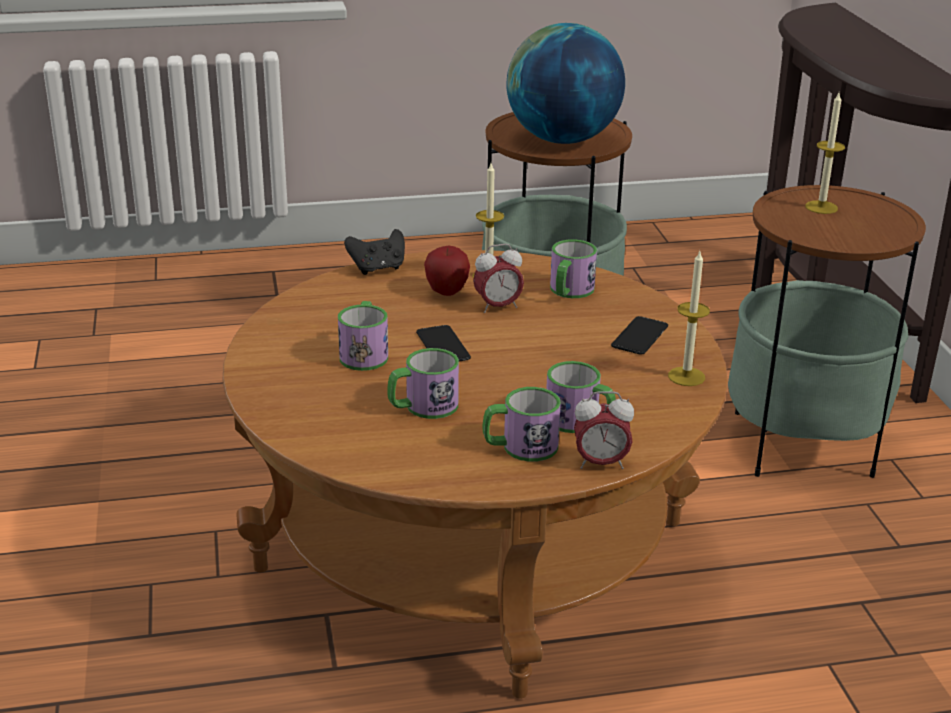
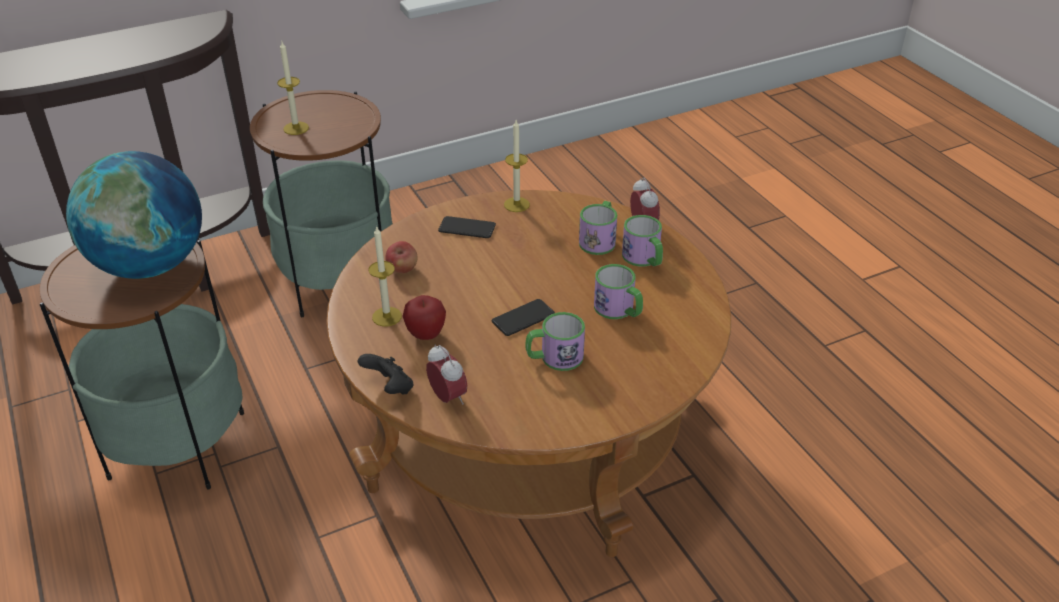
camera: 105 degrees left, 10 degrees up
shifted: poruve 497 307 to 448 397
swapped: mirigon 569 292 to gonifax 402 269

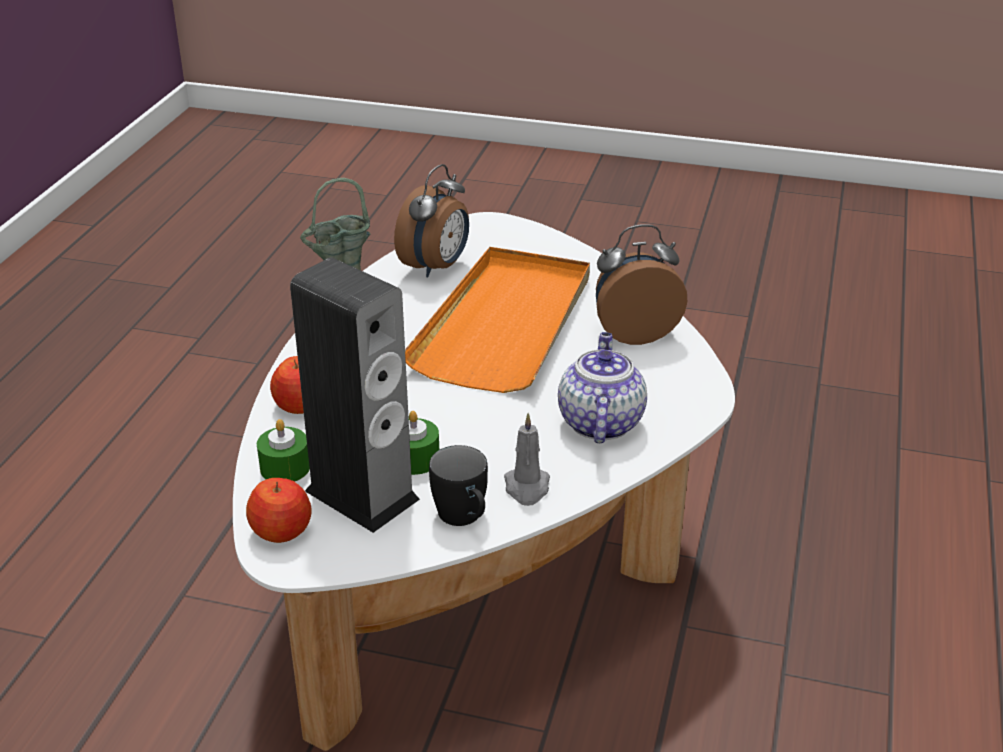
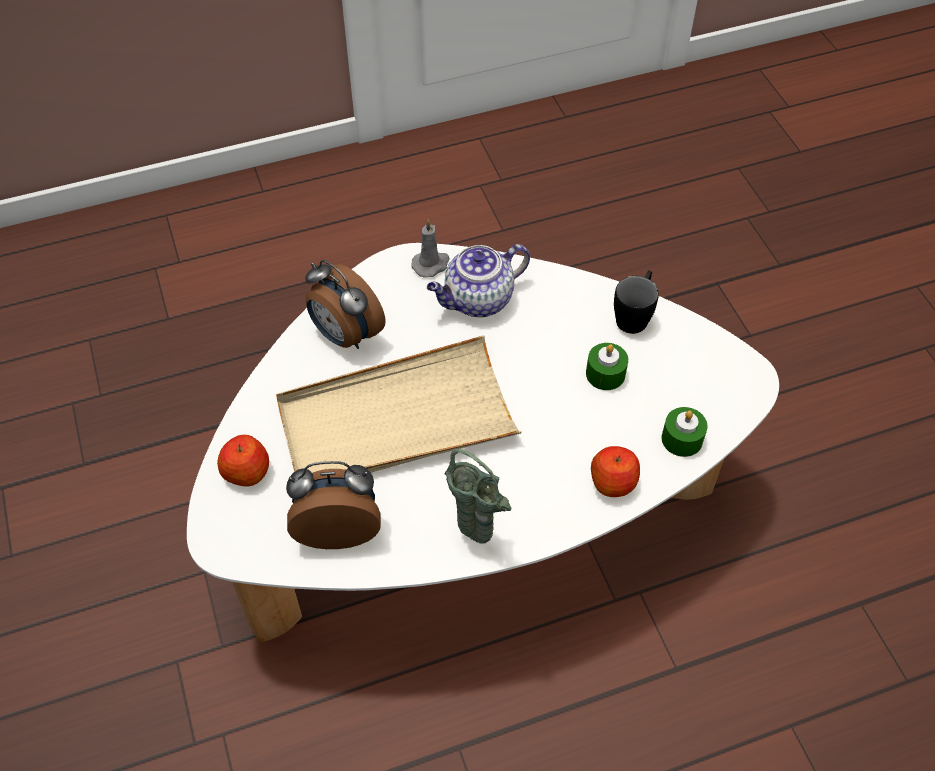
camera: 125 degrees left, 20 degrees up
gone: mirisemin 362 495
shifted: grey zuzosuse 527 488 to 431 264; gonifax 282 530 to 246 472
repainted: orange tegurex 505 324 to beige tegurex 396 420

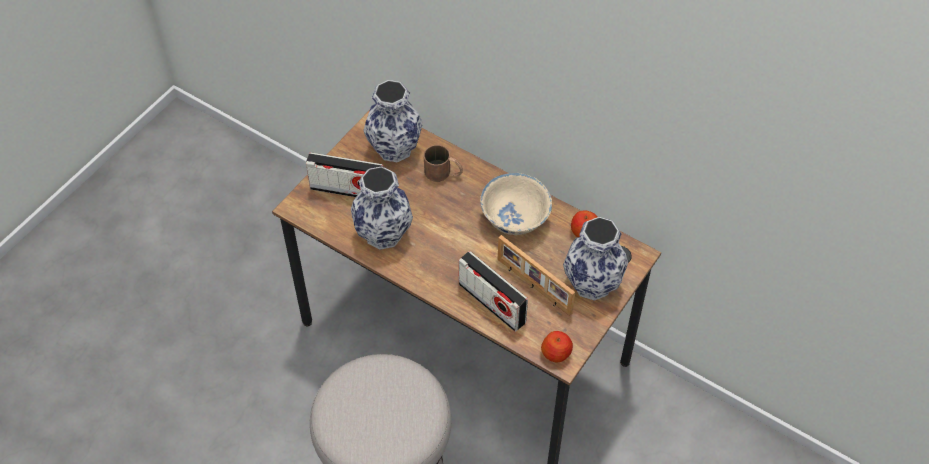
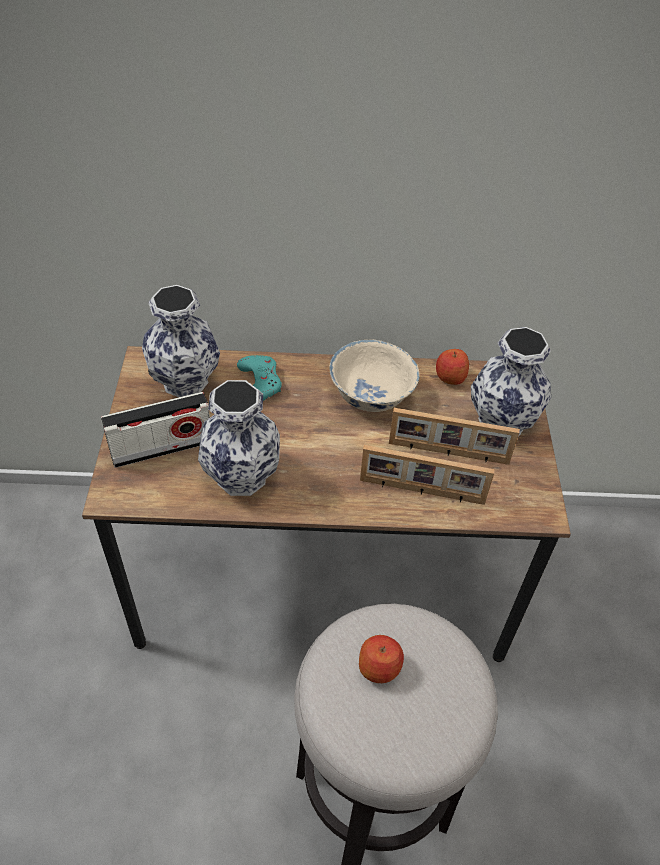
camera: 35 degrees left, 5 degrees down
shifted: gonifax 556 353 to 379 667
swapped: brown mirigon 443 173 to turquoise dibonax 259 383; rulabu 492 303 to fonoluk 421 492

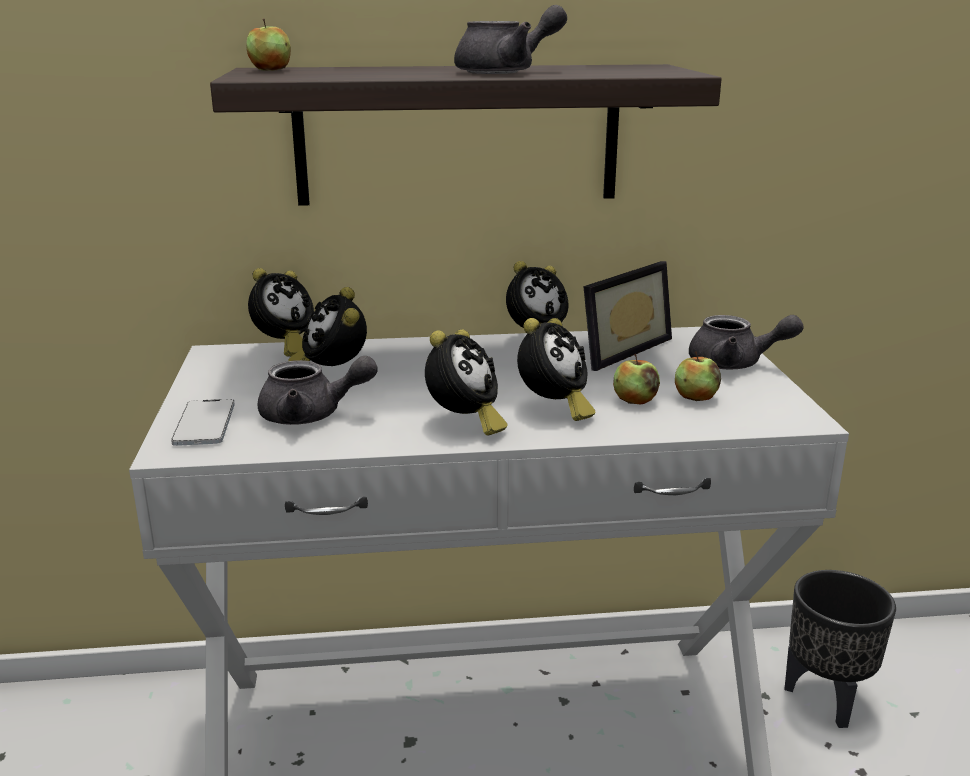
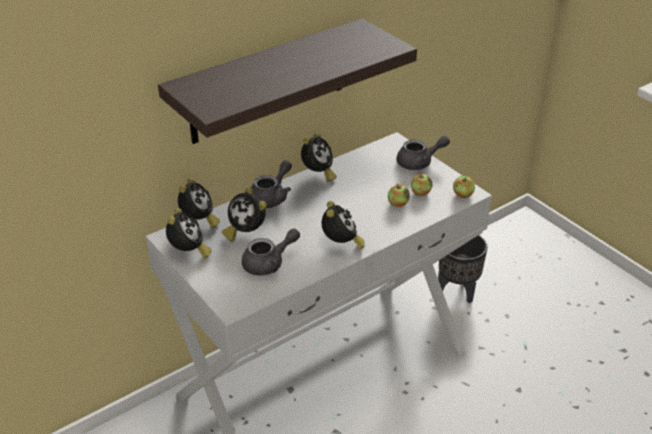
camera: 30 degrees left, 15 degrees up
gone: fonoluk 616 349; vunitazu 204 424
shifted: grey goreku 506 72 to 272 197; gonifax 270 70 to 462 194; poruve 553 409 to 188 252

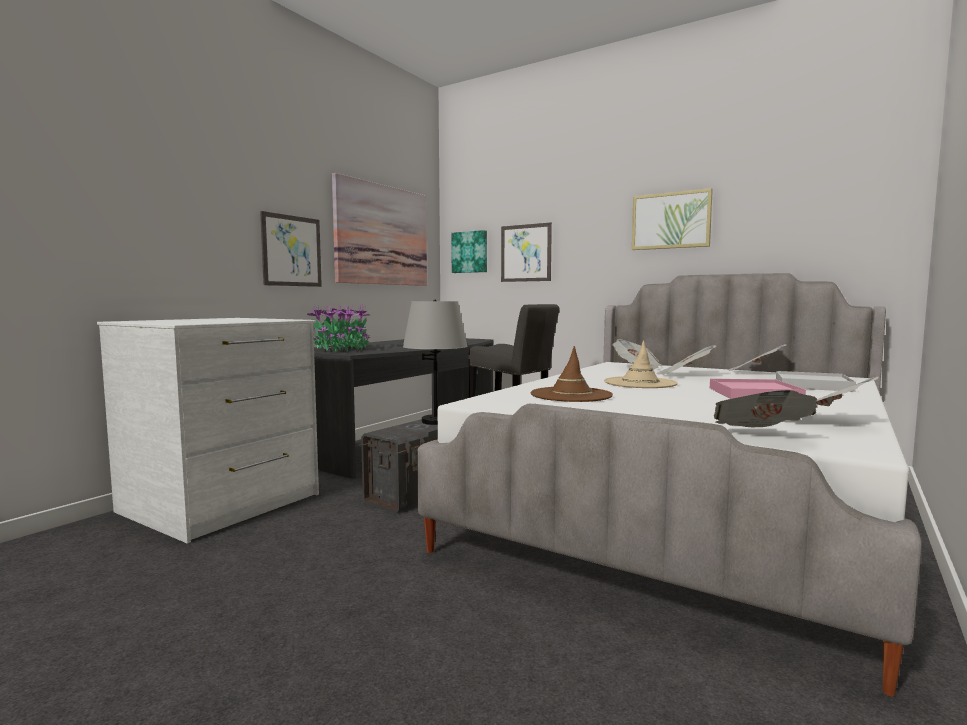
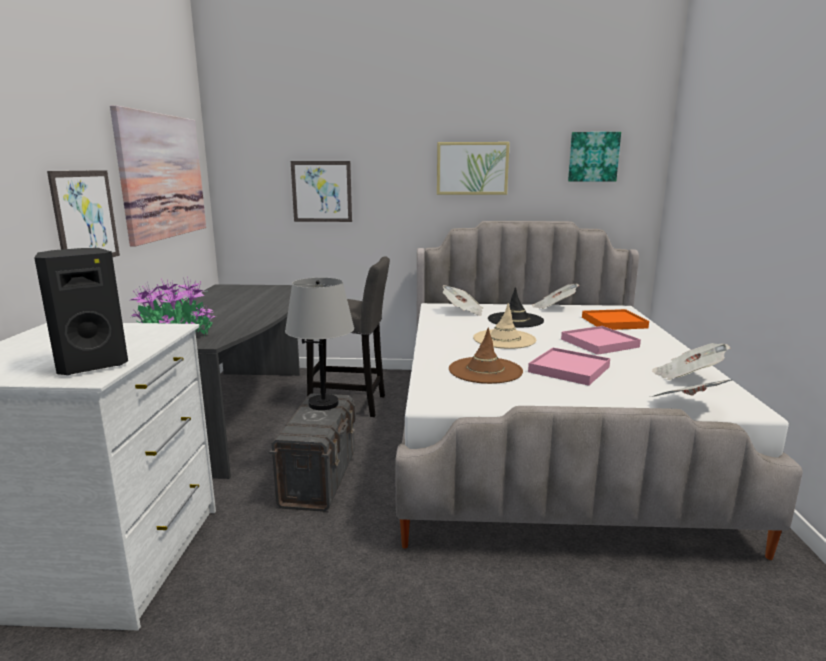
camera: 30 degrees left, 10 degrees up
new: black mirisemin 91 365; pink tegurex 569 369
shifted: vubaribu 470 252 to 593 157
swapped: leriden 684 375 to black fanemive 515 320
repainted: white tegurex 813 385 to orange tegurex 614 322

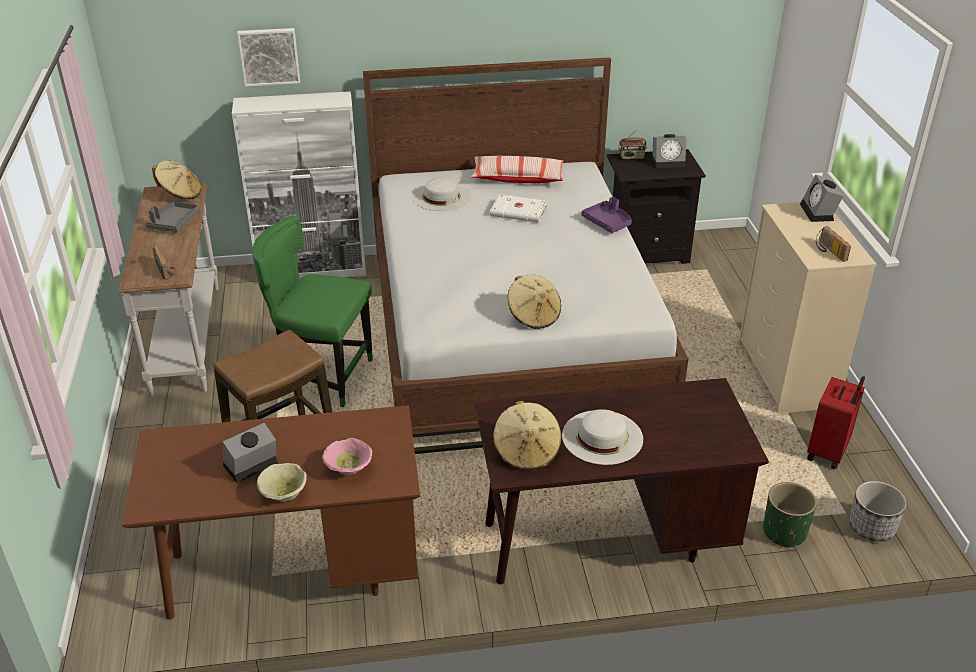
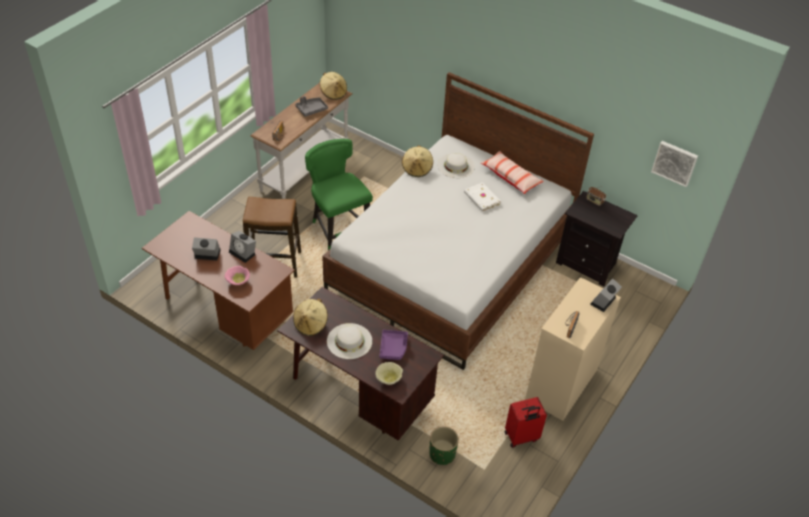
camera: 40 degrees right, 10 degrees up
gone: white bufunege 313 270; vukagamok 872 527
shifted: vubaribu 269 56 to 675 162; poruve 668 162 to 243 253; purple tegurex 607 222 to 393 348; beige fanemive 534 316 to 417 169; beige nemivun 284 493 to 389 378

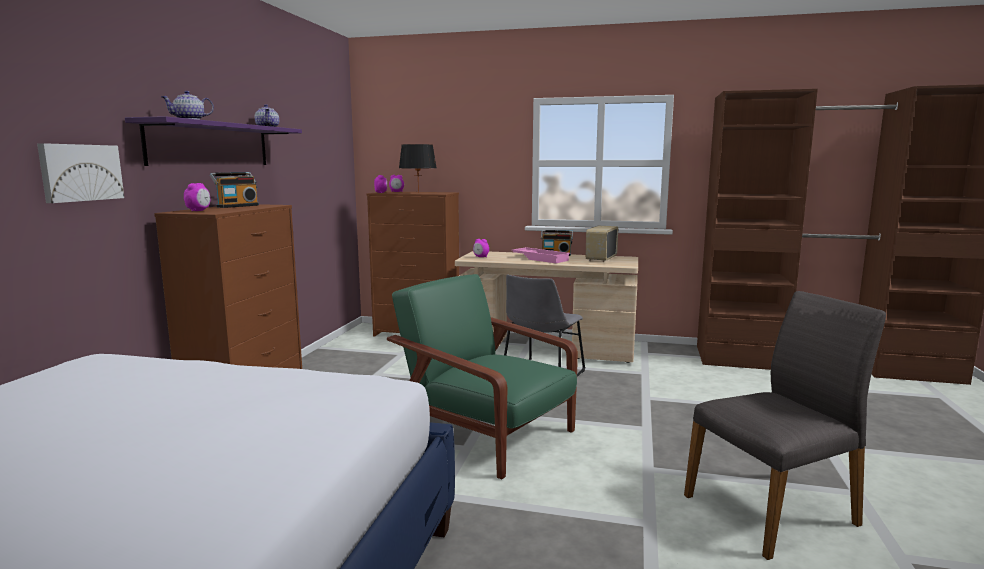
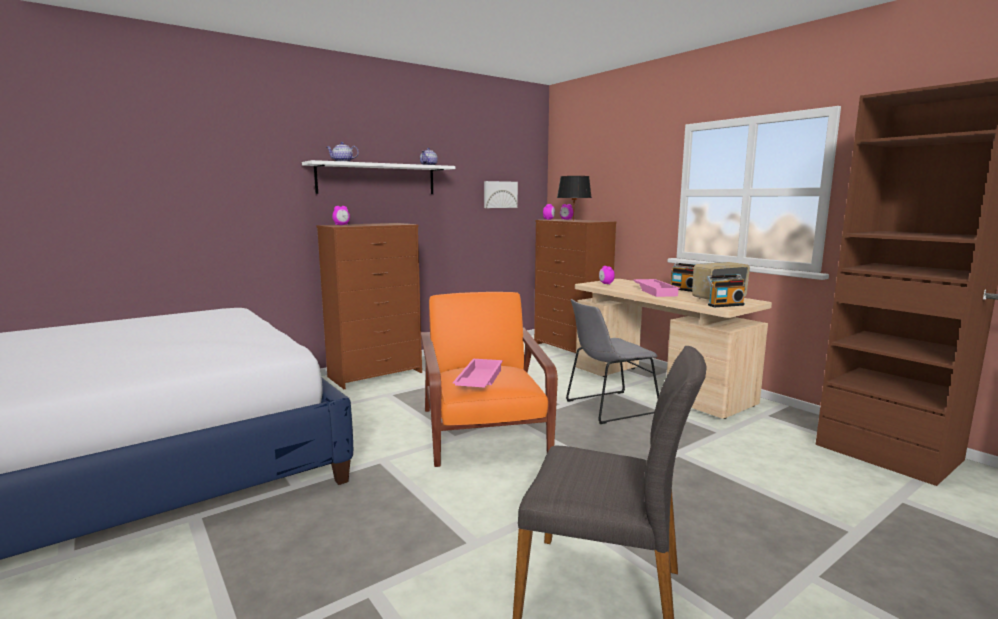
camera: 40 degrees right, 0 degrees up
new: pink tegurex 478 380
shifted: vubaribu 80 172 to 500 194; rulabu 237 206 to 724 305
repainted: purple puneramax 211 145 to white puneramax 377 179; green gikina 484 433 to orange gikina 483 433

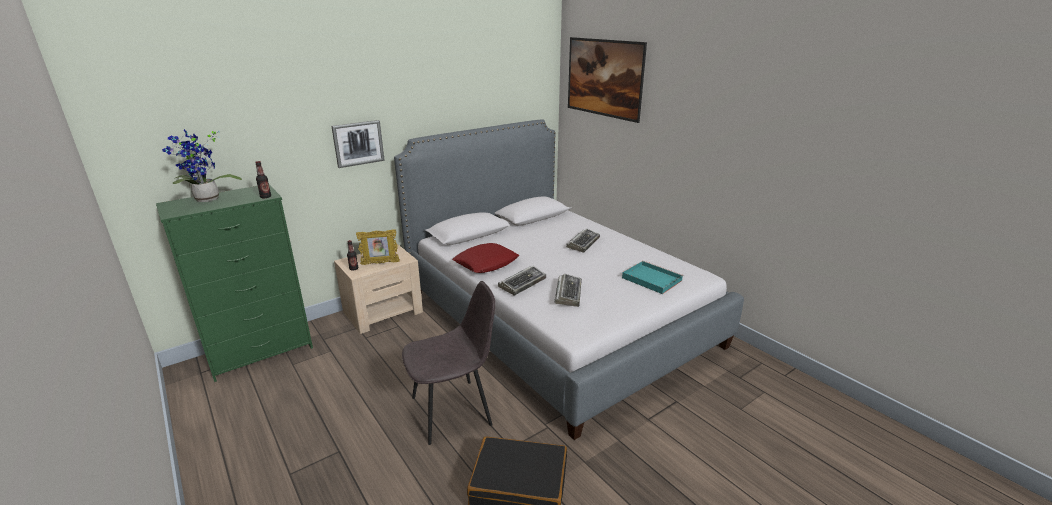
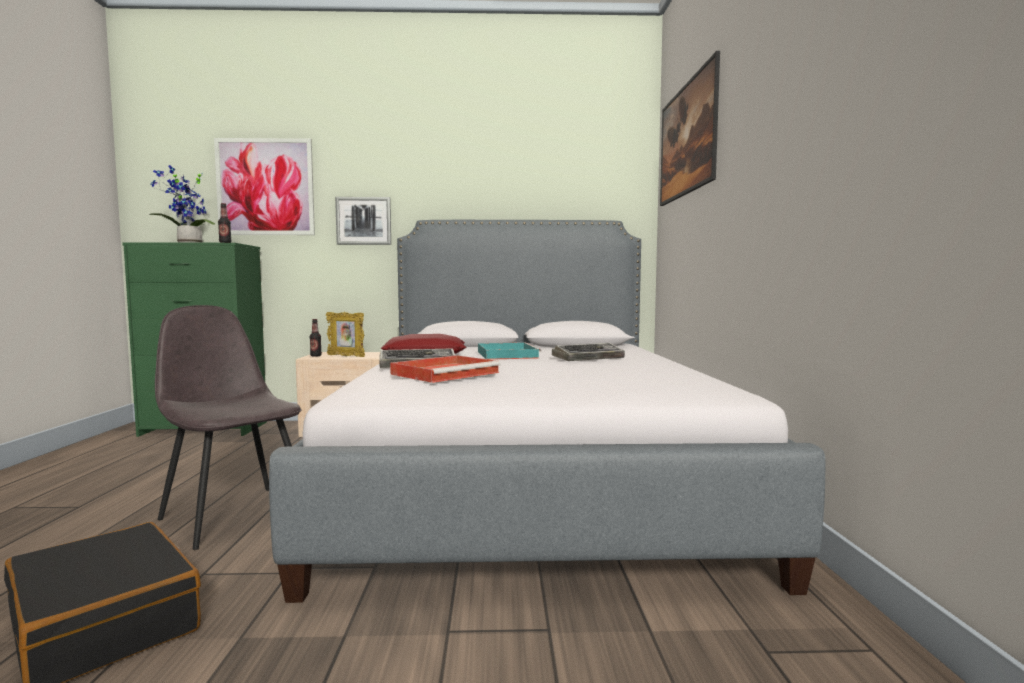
camera: 35 degrees right, 20 degrees down
new: vubaribu 265 187
shifted: turquoise tegurex 650 279 to 506 354
swapped: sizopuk 568 293 to red tegurex 446 373
rotated: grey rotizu 453 410 = 235 514 150 degrees counterclockwise

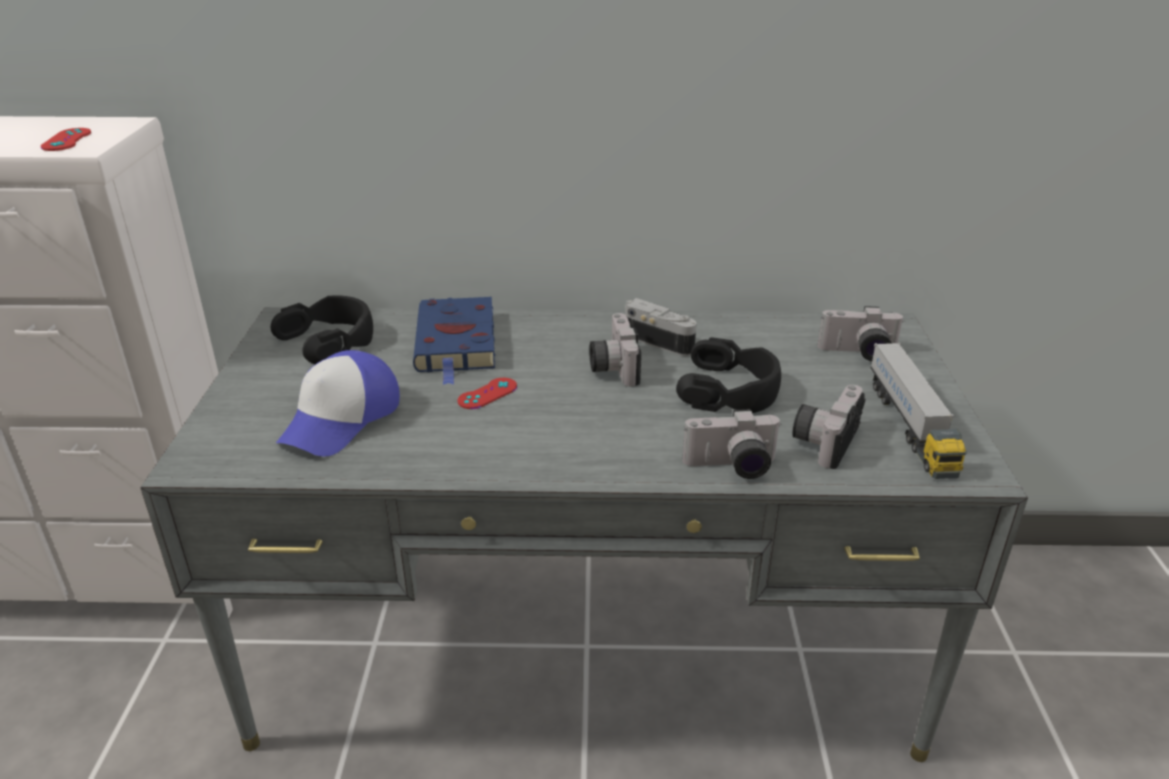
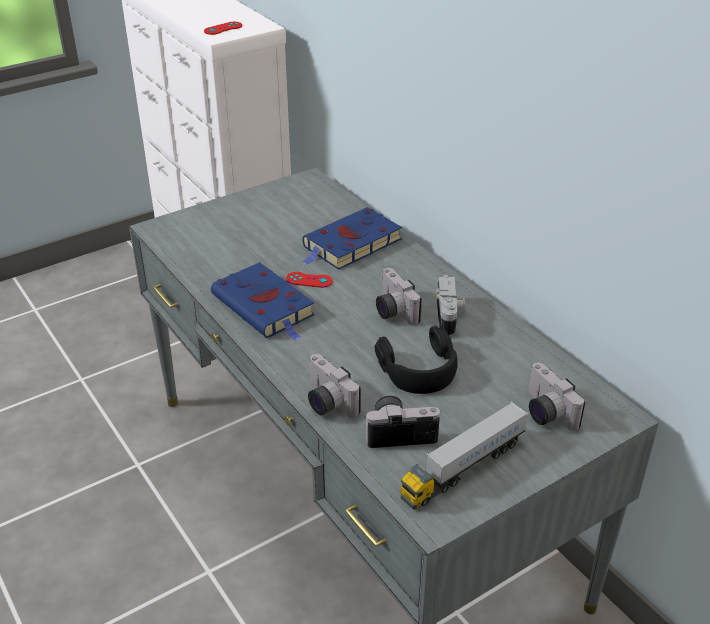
camera: 55 degrees right, 5 degrees up
gone: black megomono 330 340; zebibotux 341 419
new: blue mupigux 265 307
rotated: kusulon 612 366 = 392 310 75 degrees counterclockwise

